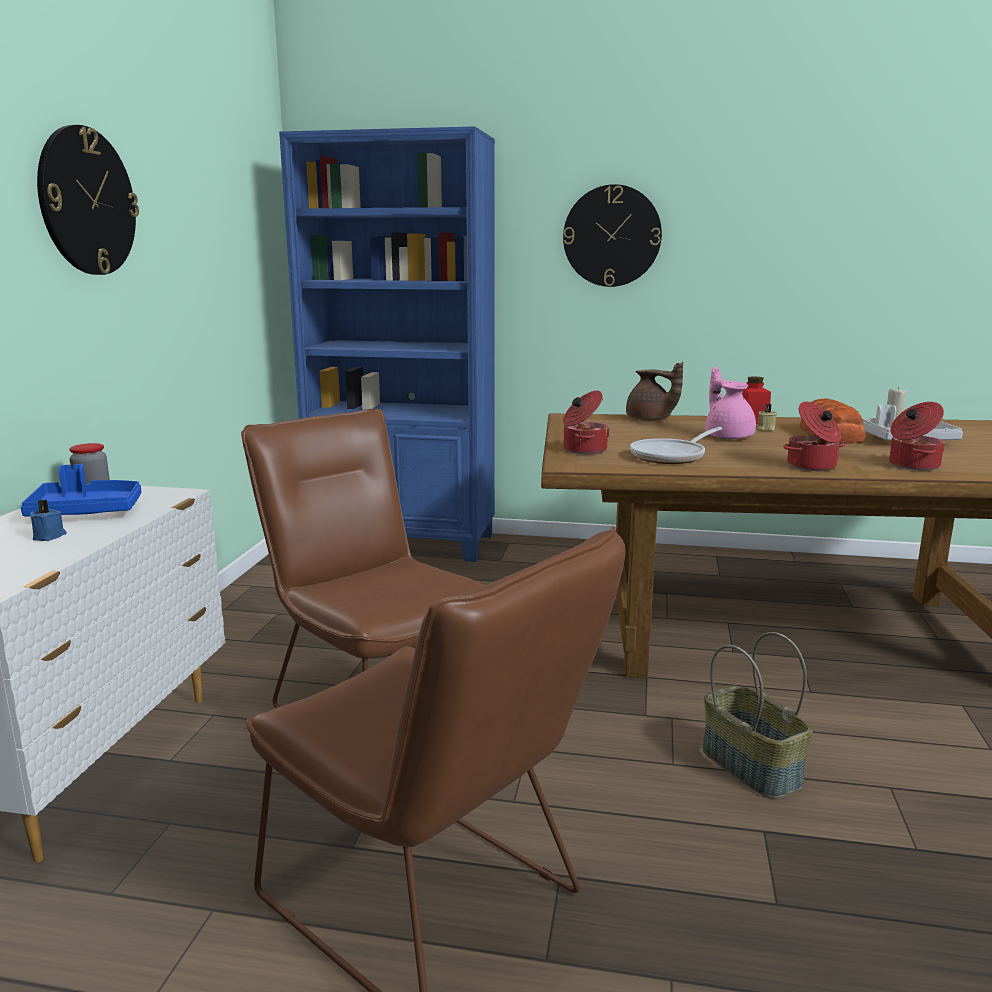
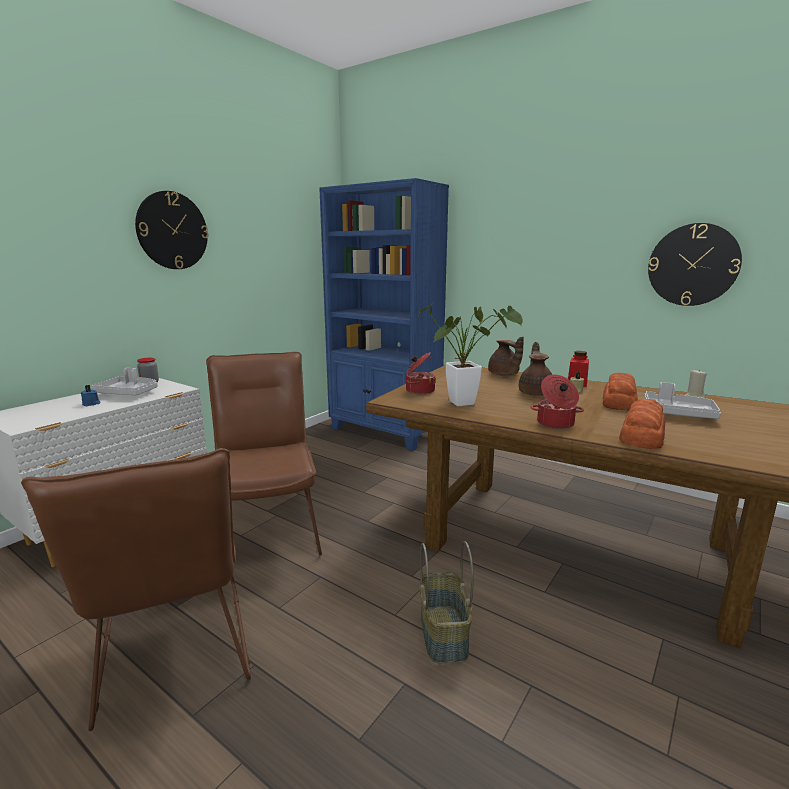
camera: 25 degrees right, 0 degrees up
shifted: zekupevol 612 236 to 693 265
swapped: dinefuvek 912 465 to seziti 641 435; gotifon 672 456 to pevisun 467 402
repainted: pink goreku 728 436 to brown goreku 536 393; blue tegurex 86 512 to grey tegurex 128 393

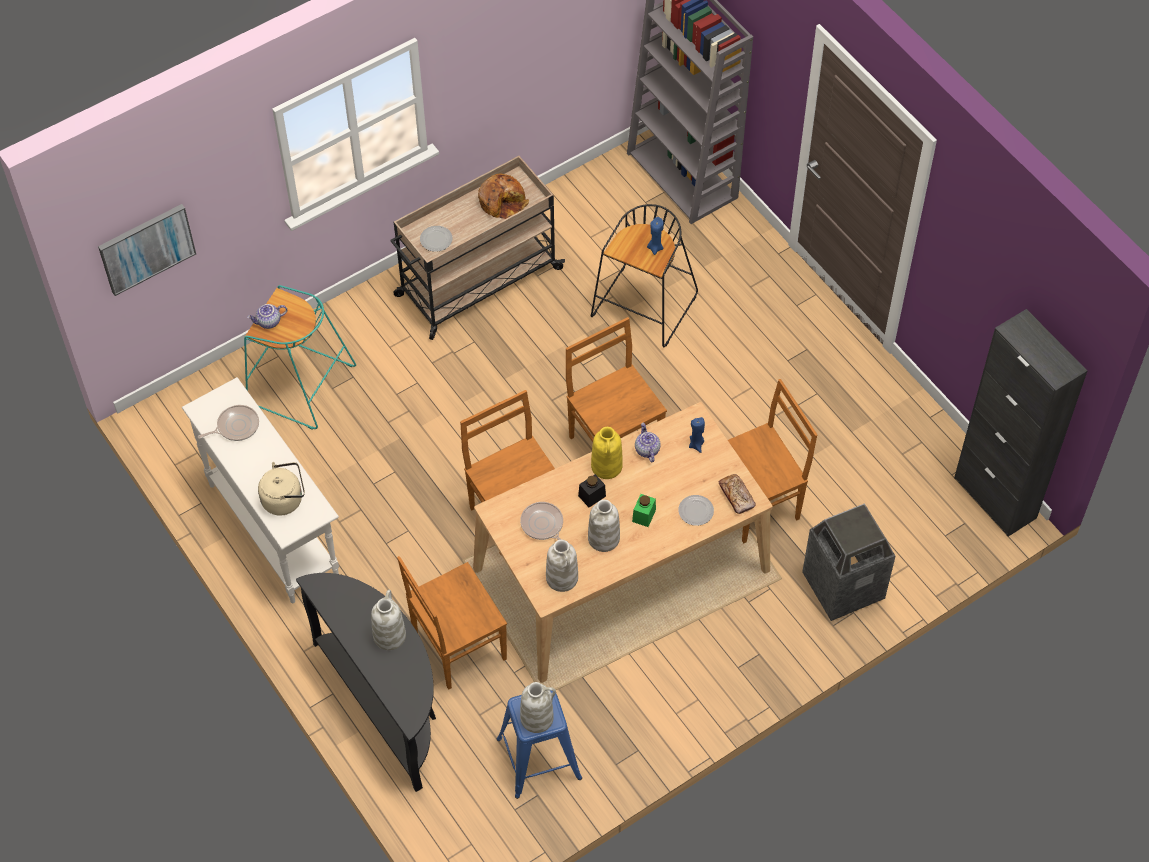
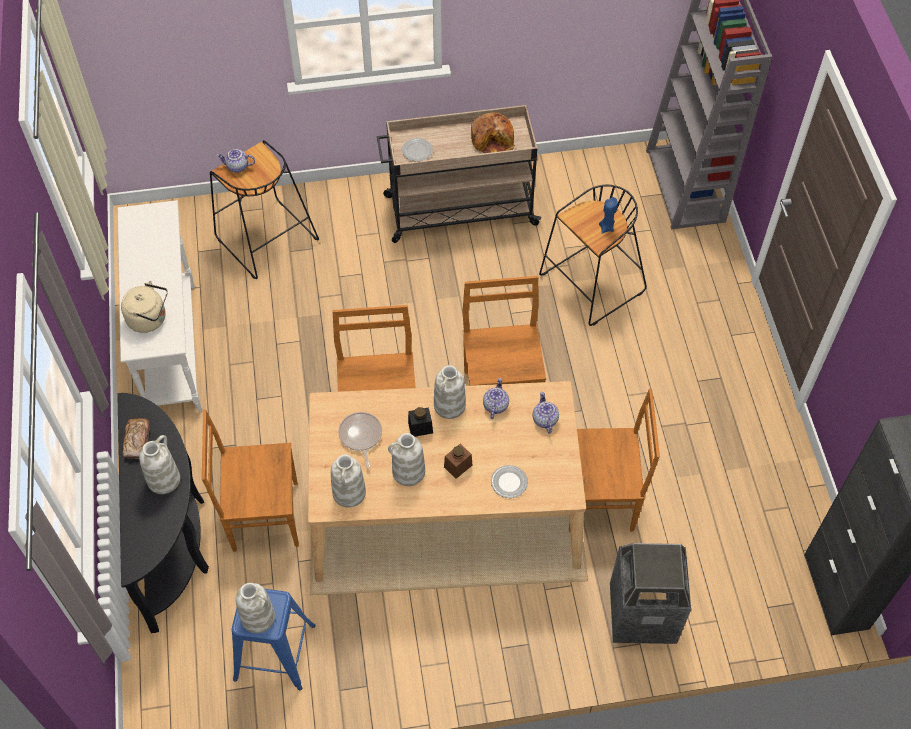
camera: 25 degrees right, 0 degrees up
gone: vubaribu 146 248; gotifon 236 426
shifted: seziti 736 496 to 137 441
swapped: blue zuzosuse 696 444 to goreku 544 419
repainted: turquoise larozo 299 385 to black larozo 265 238; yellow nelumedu 607 466 to white nelumedu 449 406; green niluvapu 644 515 to brown niluvapu 458 466

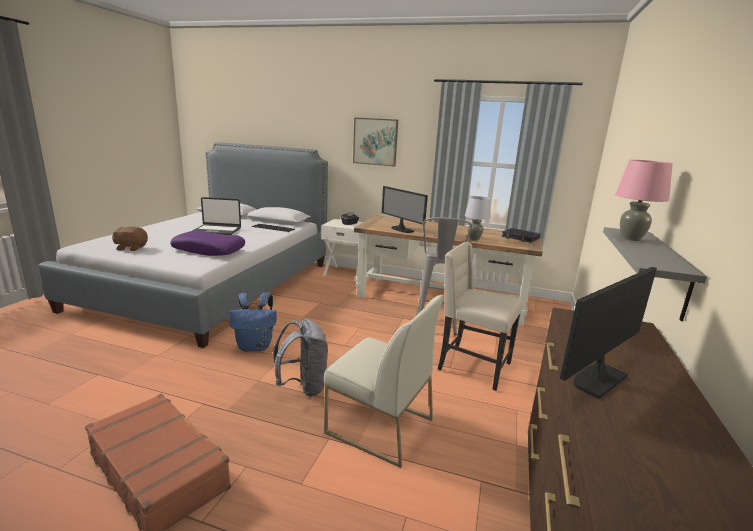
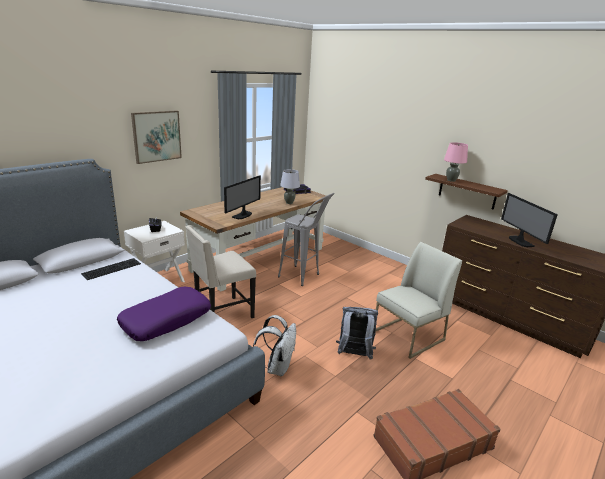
camera: 65 degrees left, 5 degrees up
gone: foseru 217 230; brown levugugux 131 248
shifted: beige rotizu 472 367 to 222 314
repainted: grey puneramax 667 273 to brown puneramax 467 191; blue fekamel 255 346 to white fekamel 277 367
rotated: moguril 401 230 = 243 215 45 degrees counterclockwise

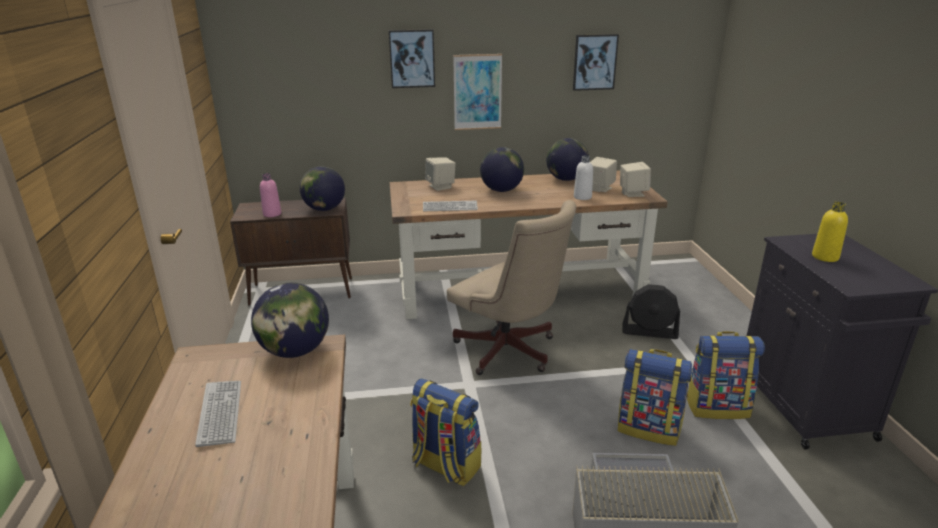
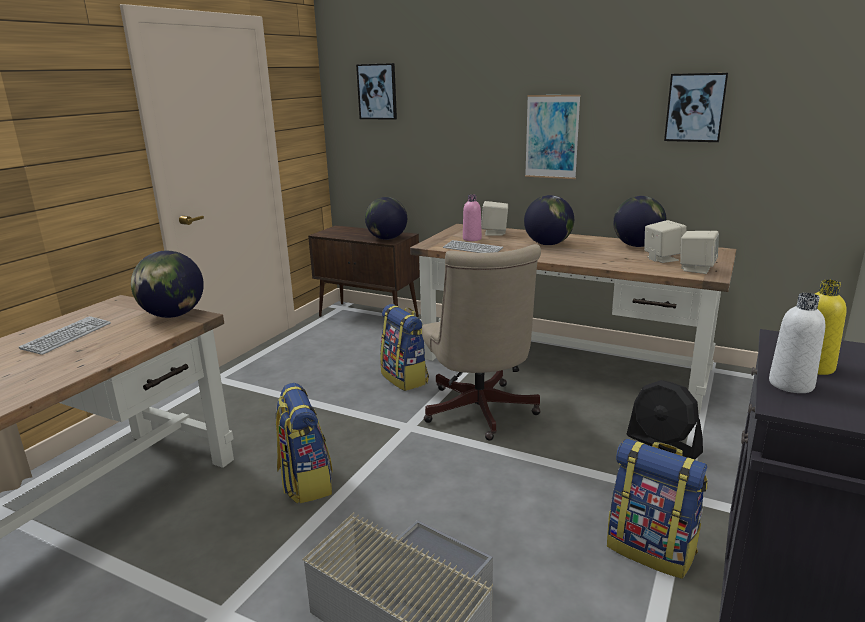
camera: 35 degrees right, 5 degrees down
shifted: vubaribu 412 58 to 377 91; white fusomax 582 197 to 791 384; pink fusomax 272 214 to 472 239; fekamel 649 428 to 405 378

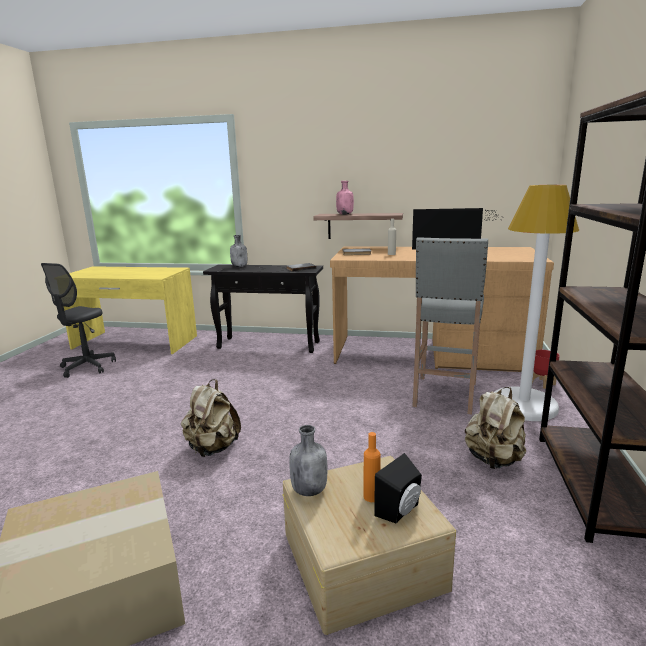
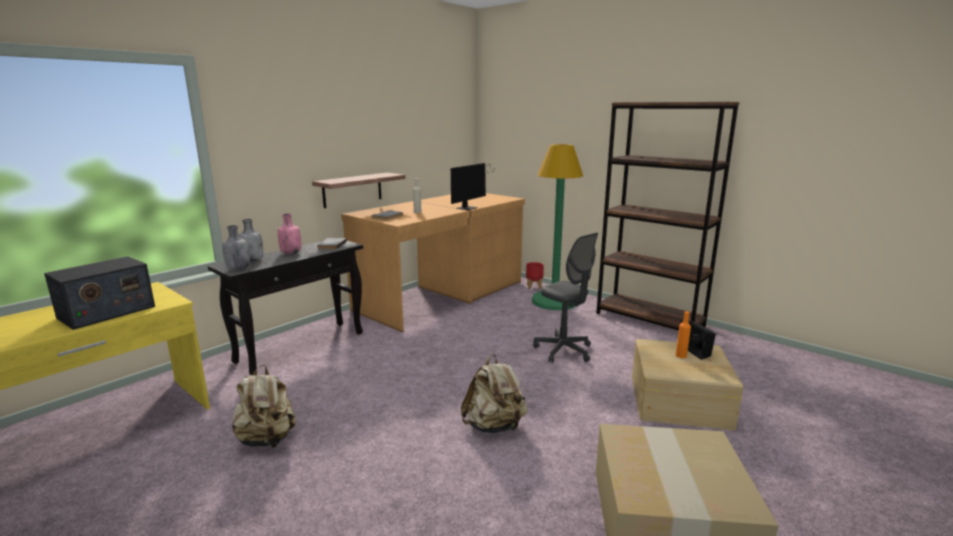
camera: 60 degrees left, 0 degrees up
gone: grey larozo 444 395
new: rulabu 106 312
shifted: pink fusomax 345 214 to 291 253; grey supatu 87 367 to 563 351; beige fekamel 494 460 to 267 439; grey fusomax 309 490 to 238 269
repainted: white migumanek 523 405 to green migumanek 554 301

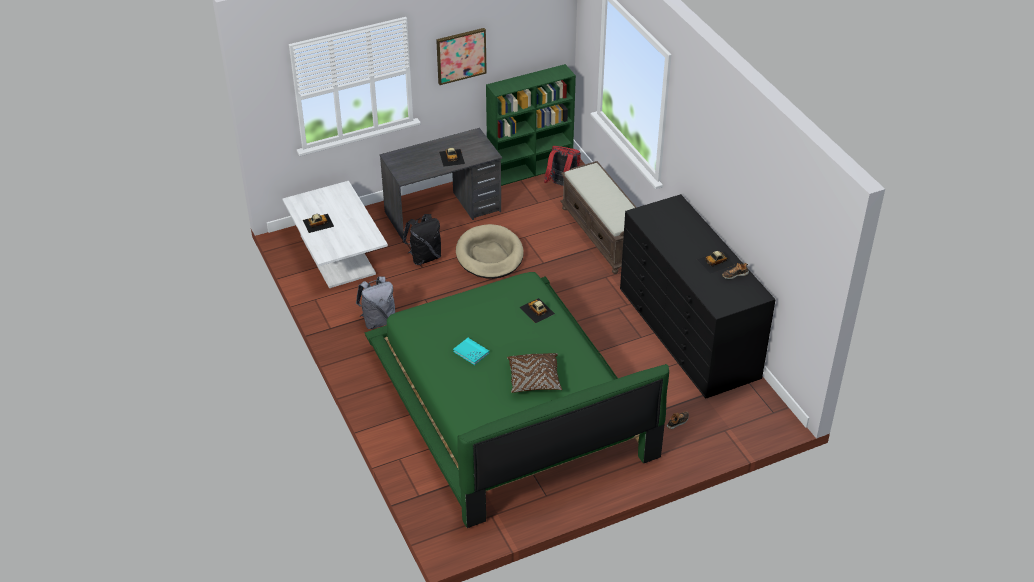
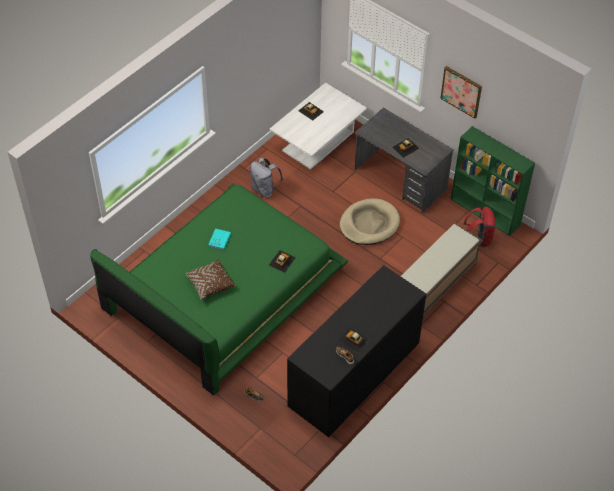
camera: 65 degrees right, 10 degrees up
gone: black fekamel 424 257

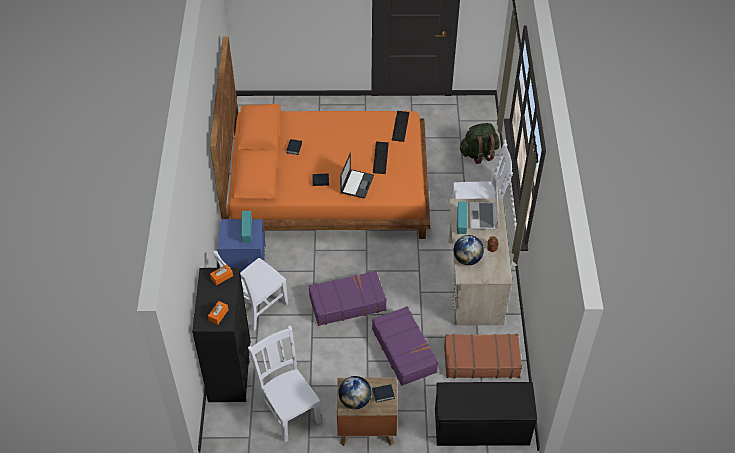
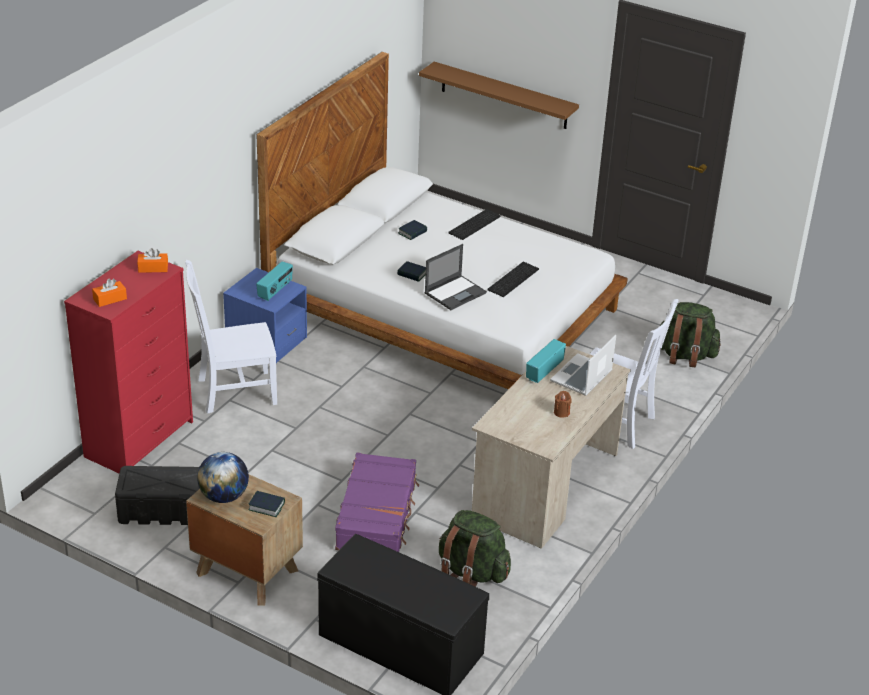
camera: 30 degrees right, 15 degrees down
gone: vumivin 467 259; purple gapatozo 347 303
new: brown puneramax 504 96
shifted: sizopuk 399 126 to 474 224
swapped: white rotizu 289 411 to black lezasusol 168 510; brown gapatozo 481 360 to green fekamel 471 572
repainted: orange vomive 328 186 to white vomive 445 311; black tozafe 230 370 to red tozafe 140 438

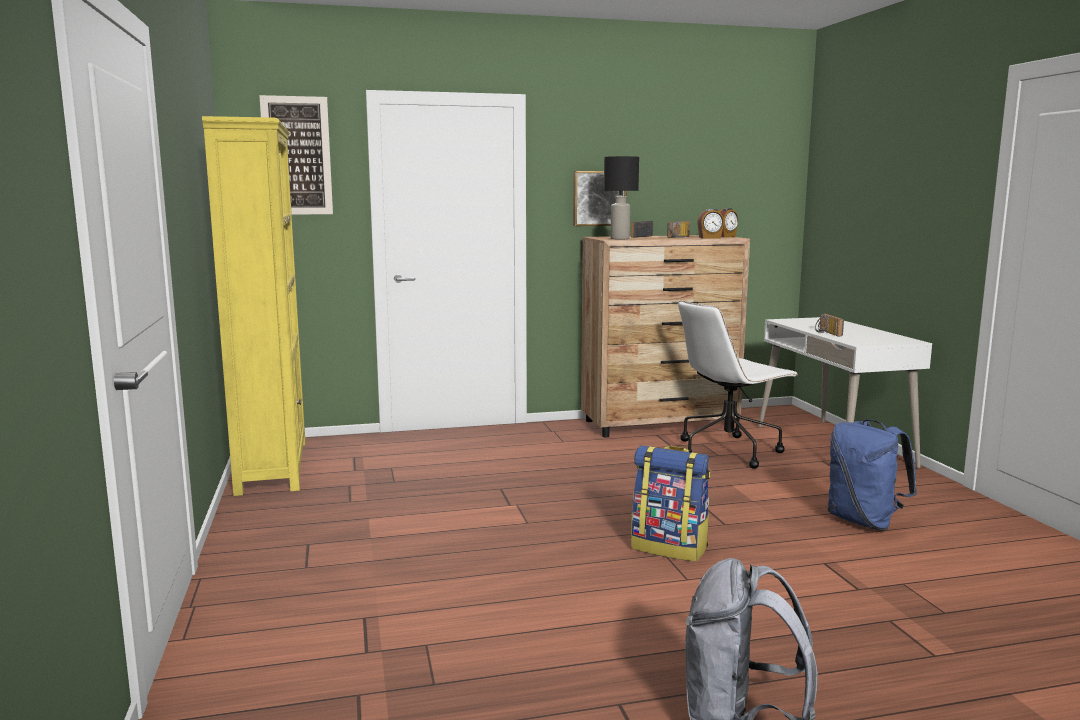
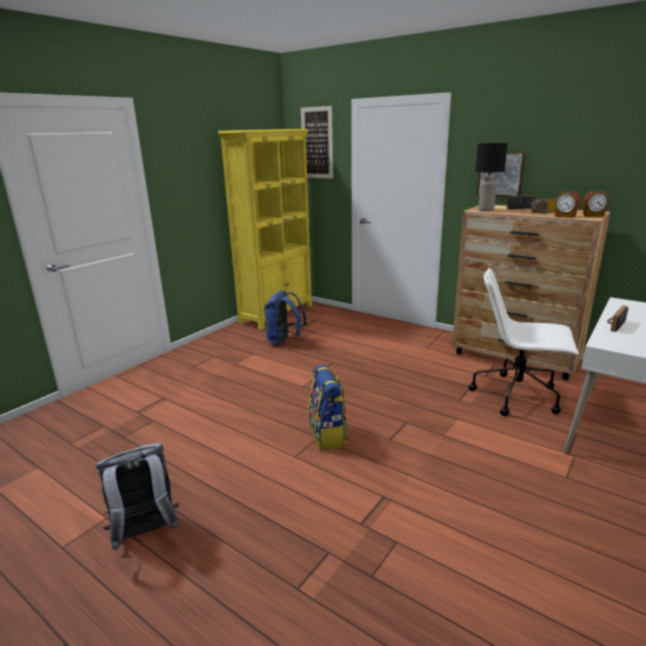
camera: 50 degrees right, 10 degrees up
shifted: blue fekamel 864 522 to 284 341

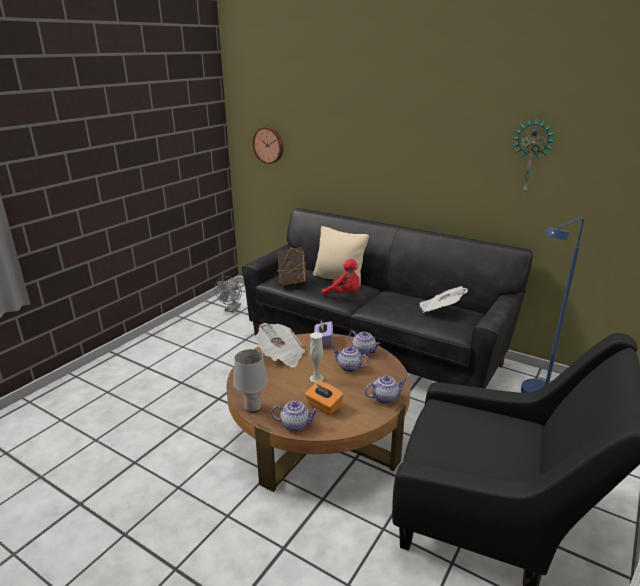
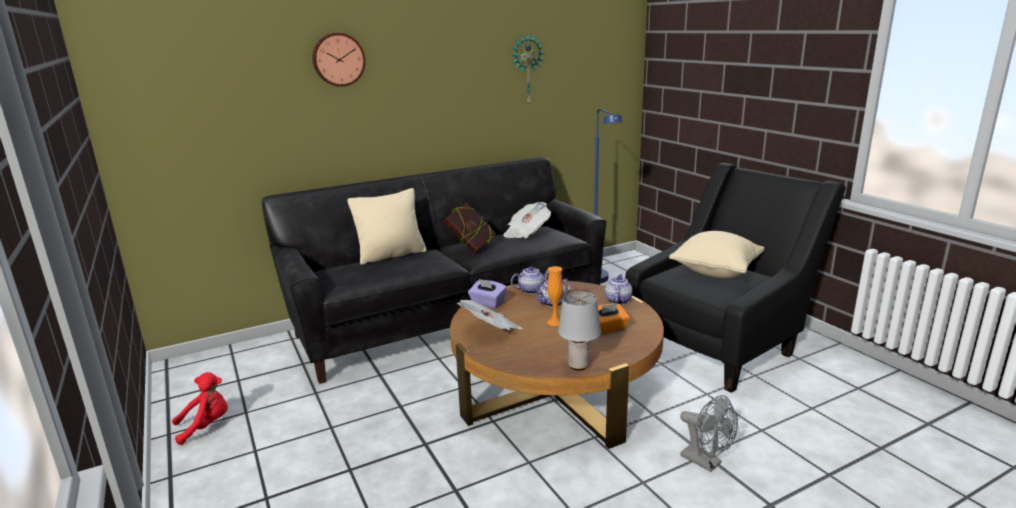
camera: 60 degrees left, 5 degrees down
gone: goreku 295 425
new: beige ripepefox 715 272
shifted: zekupevol 269 145 to 338 59; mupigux 292 282 to 471 248; red levugugux 344 294 to 206 426; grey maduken 231 309 to 706 462
repainted: white nelumedu 316 378 to orange nelumedu 555 322

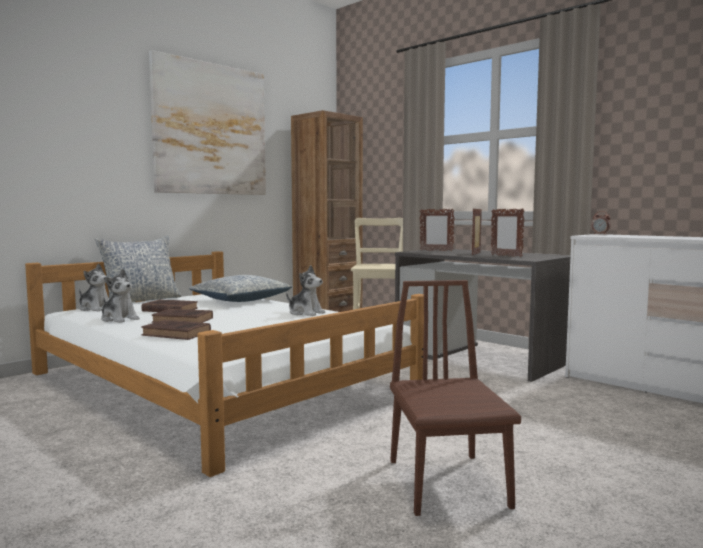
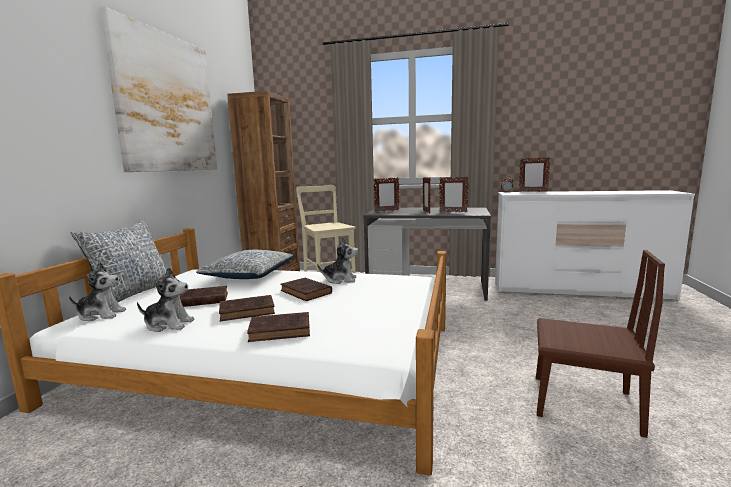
camera: 30 degrees left, 5 degrees up
new: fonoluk 532 191; brown mupigux 307 292
rotated: brown rotizu 447 483 = 584 404 150 degrees clockwise

